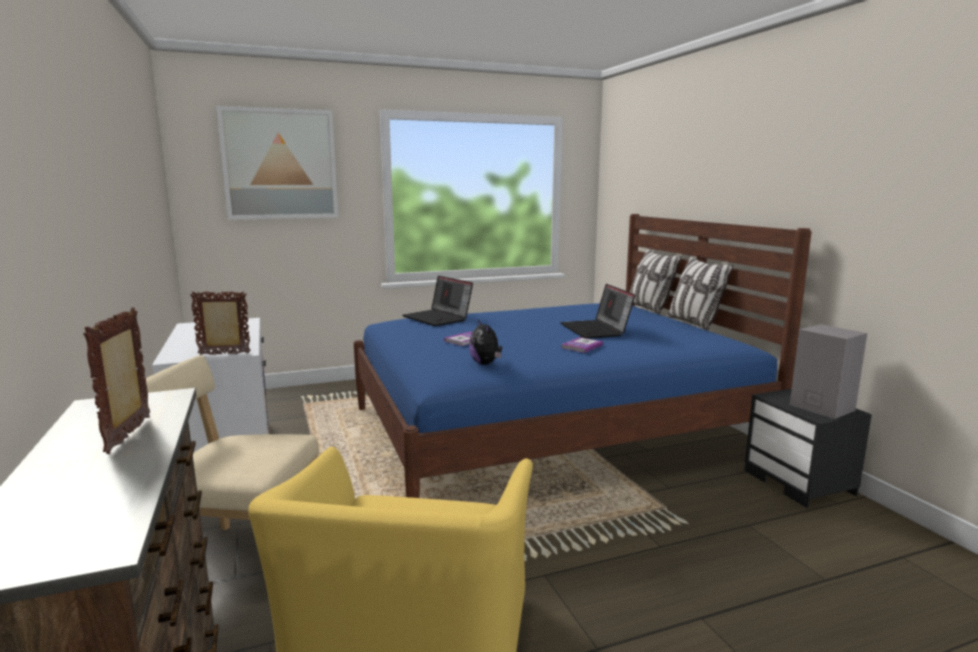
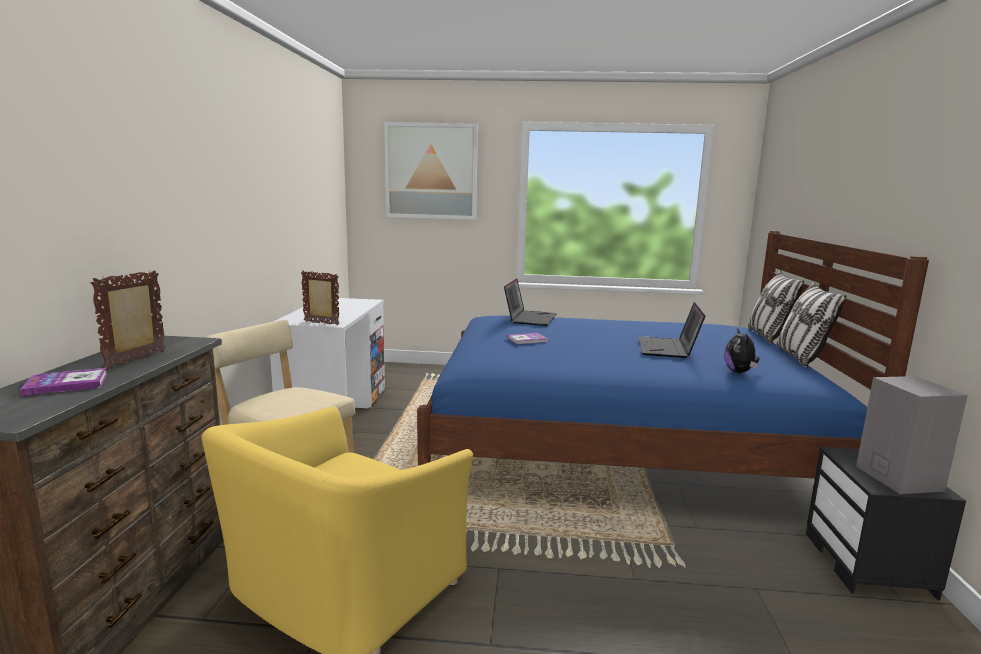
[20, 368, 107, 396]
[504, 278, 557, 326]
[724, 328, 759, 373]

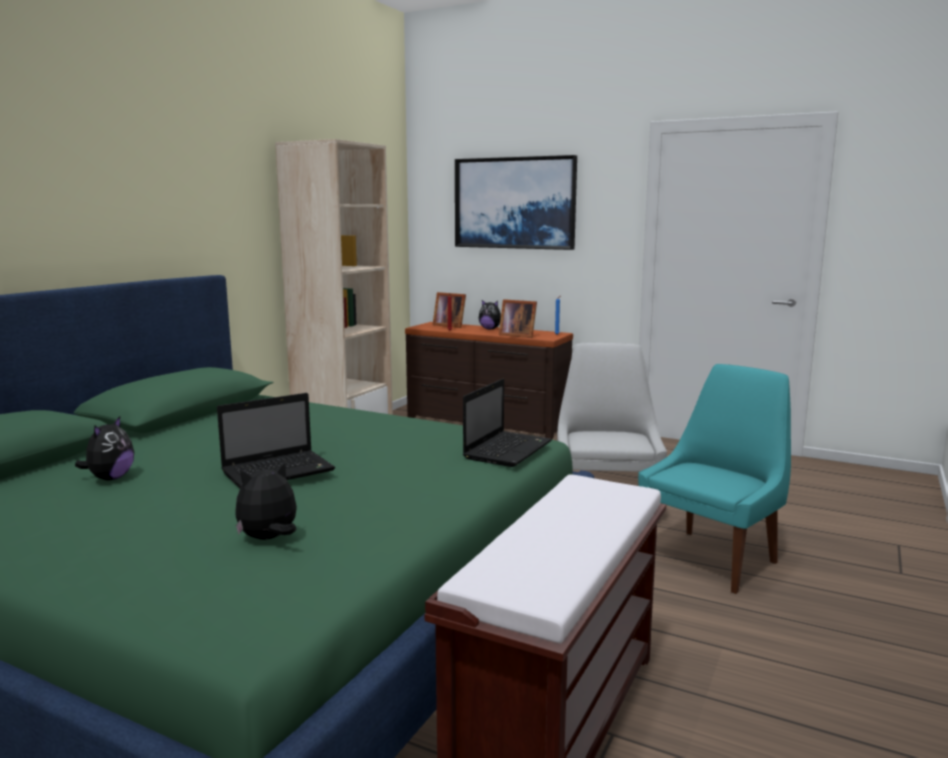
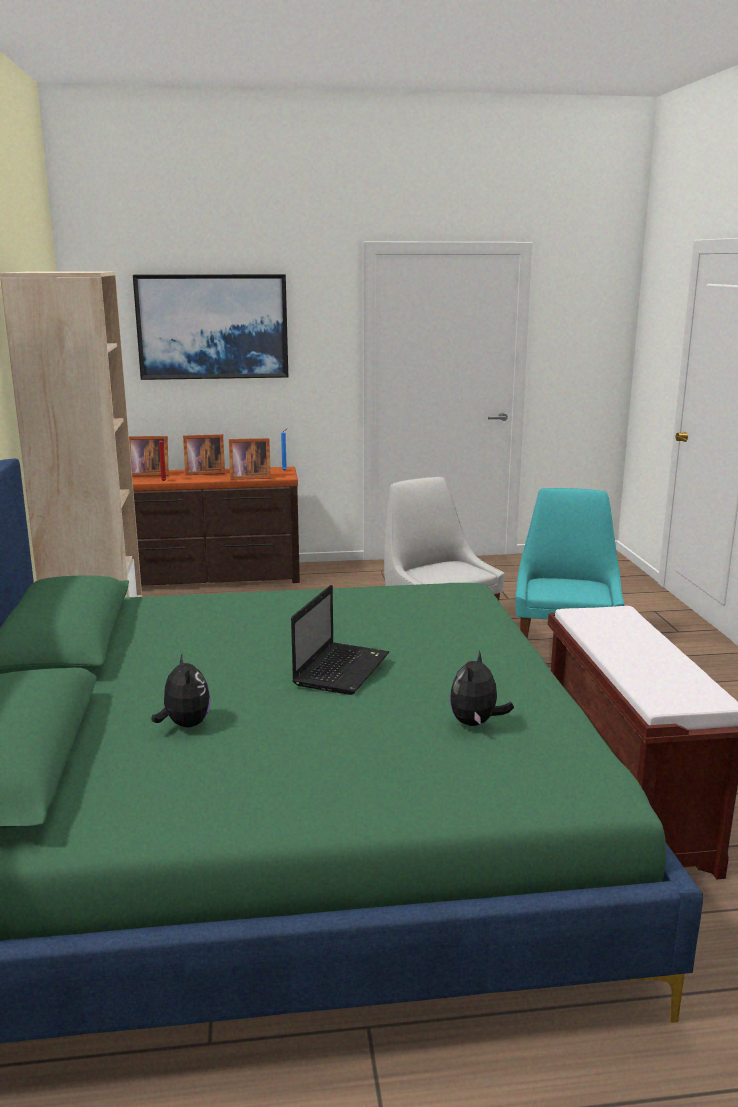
[183, 434, 225, 475]
[463, 379, 552, 467] (first image)

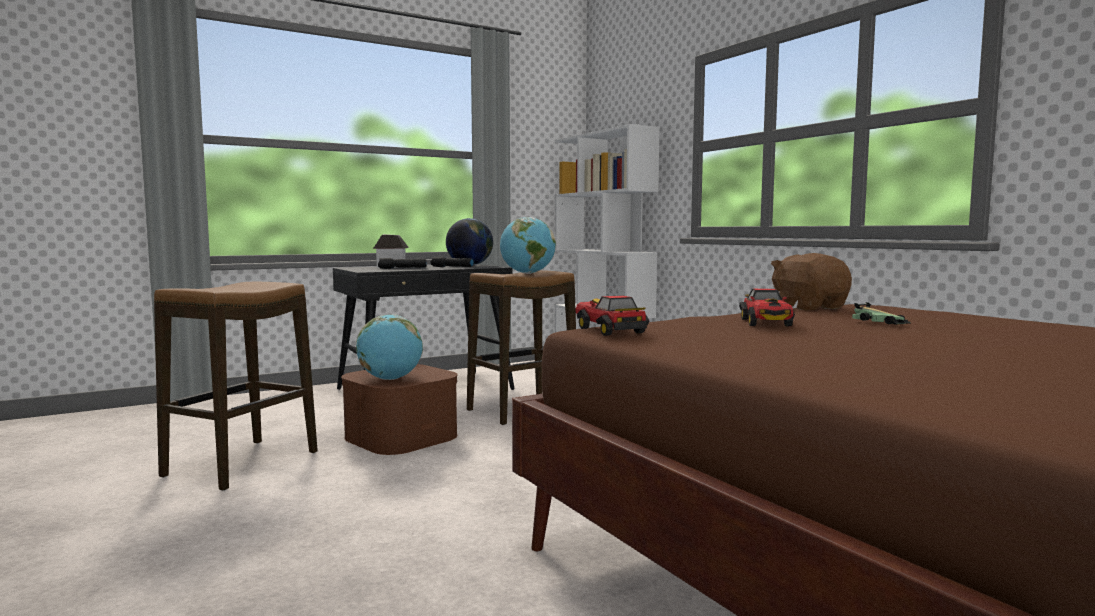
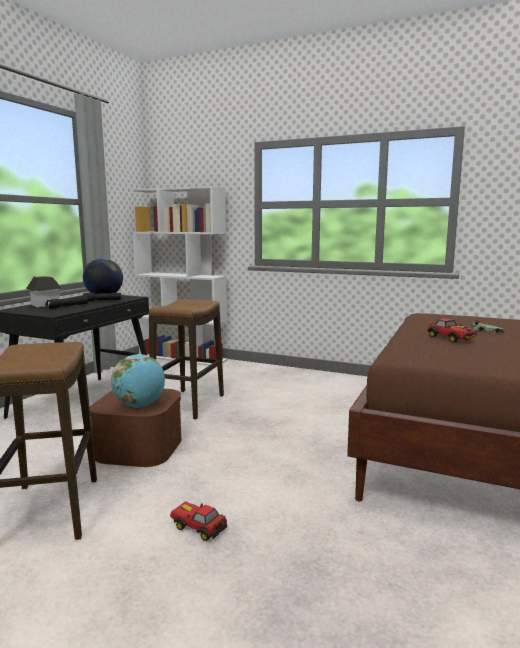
[170, 501, 227, 541]
[500, 217, 556, 274] (first image)
[771, 253, 852, 310] (first image)

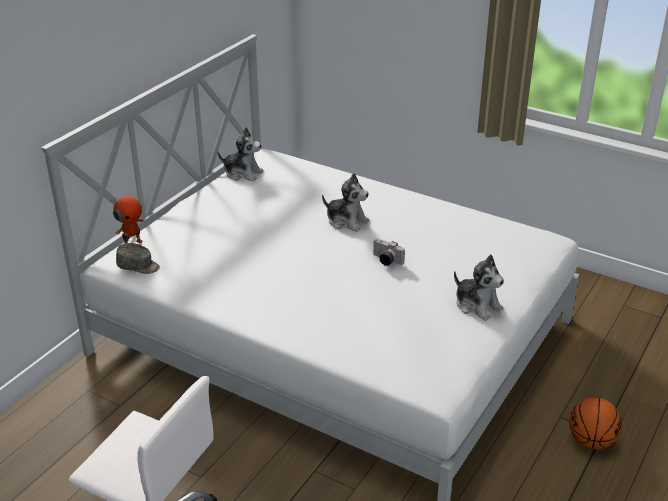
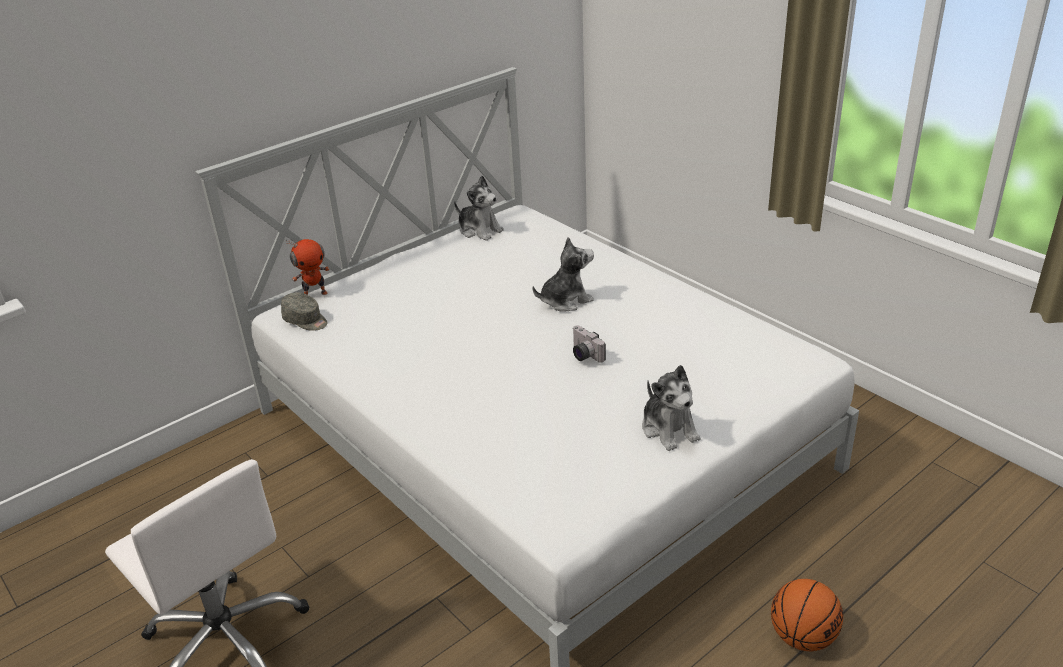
[533, 237, 594, 312]

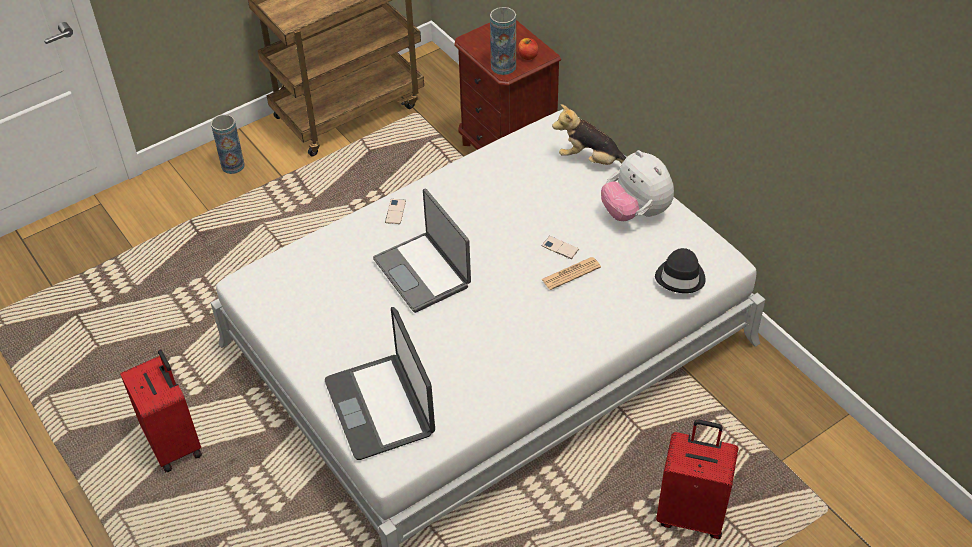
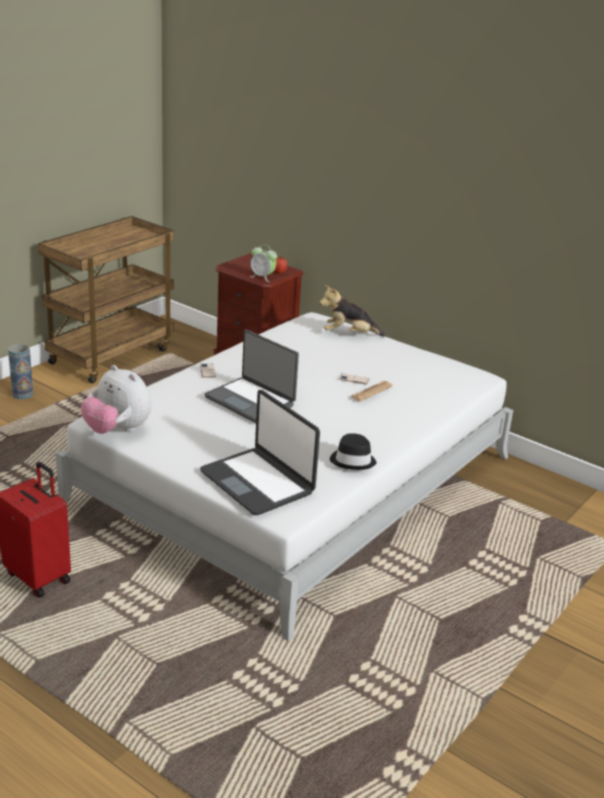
[81, 365, 151, 434]
[250, 244, 277, 282]
[330, 433, 376, 470]
[656, 420, 738, 539] (first image)

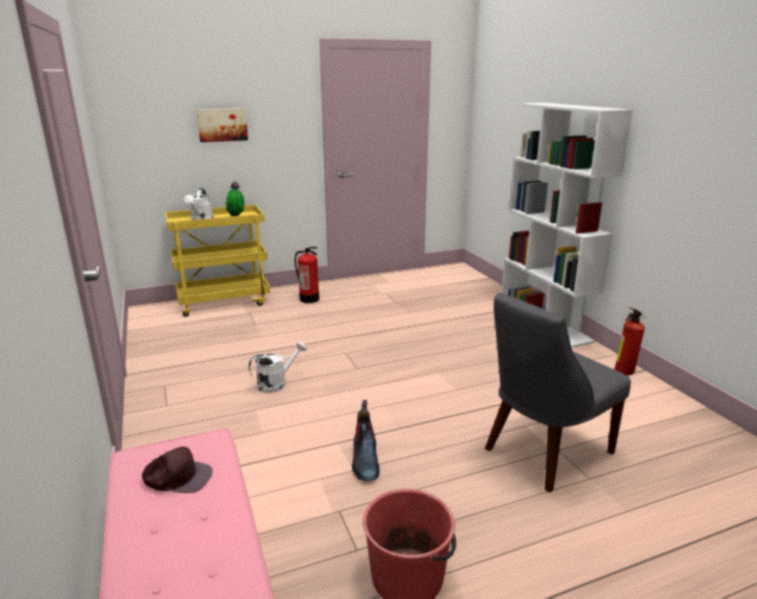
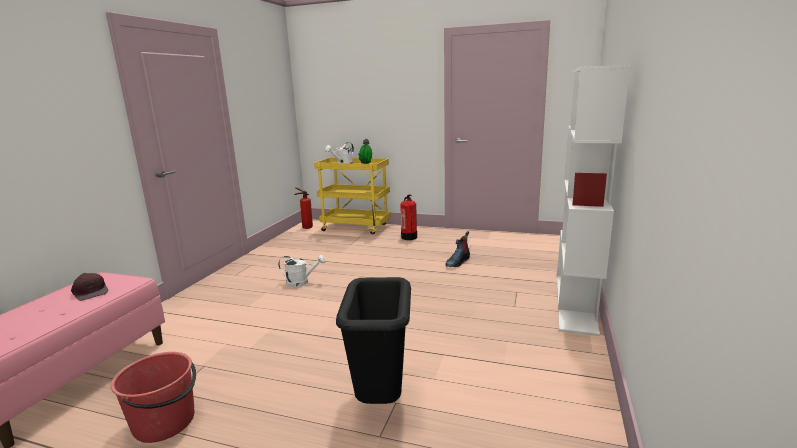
[295, 187, 313, 229]
[336, 277, 411, 404]
[446, 231, 470, 267]
[196, 108, 248, 142] (first image)

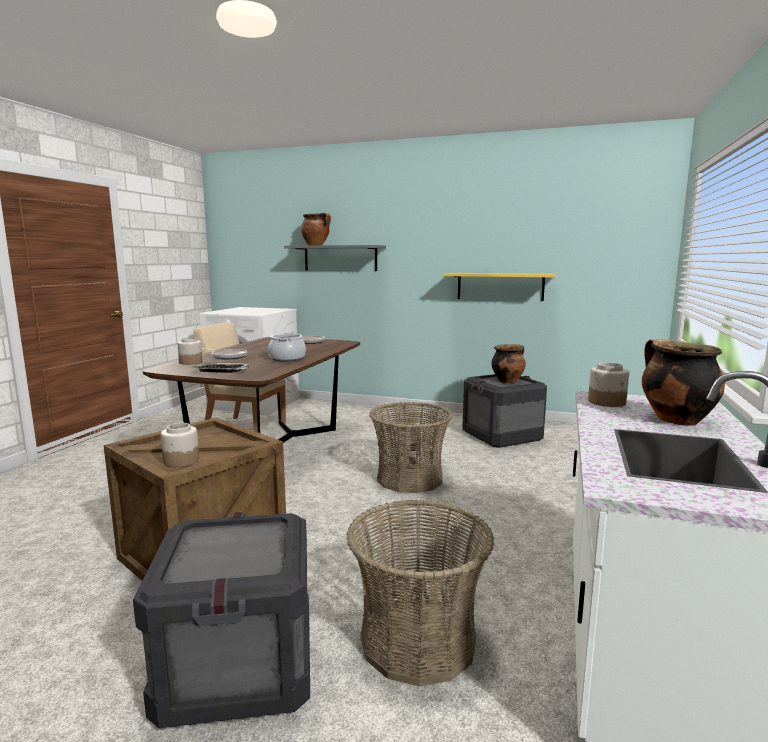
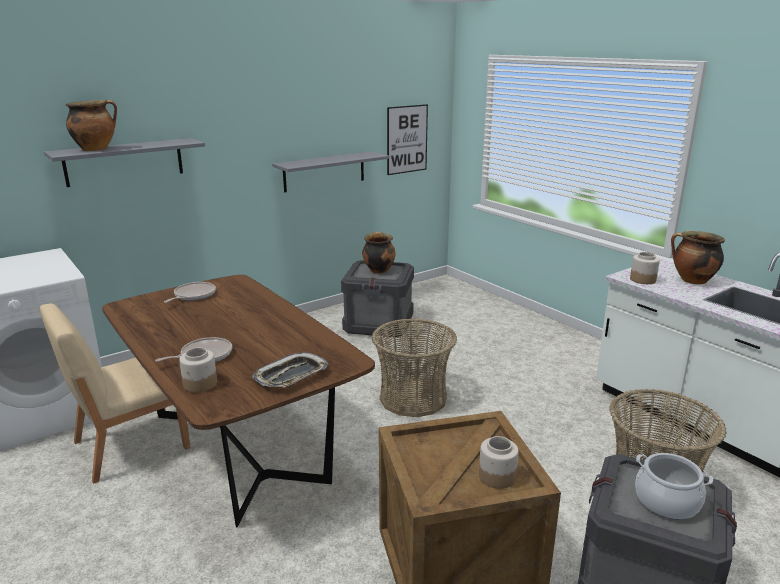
[272, 151, 390, 192]
[387, 104, 428, 175]
[635, 453, 713, 520]

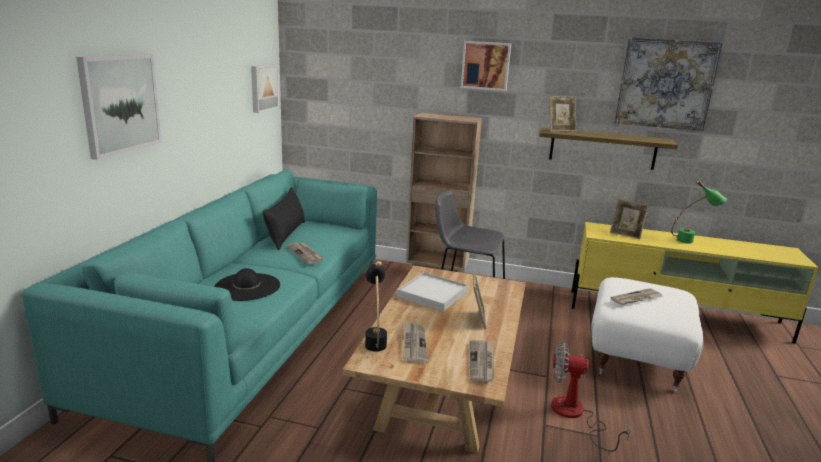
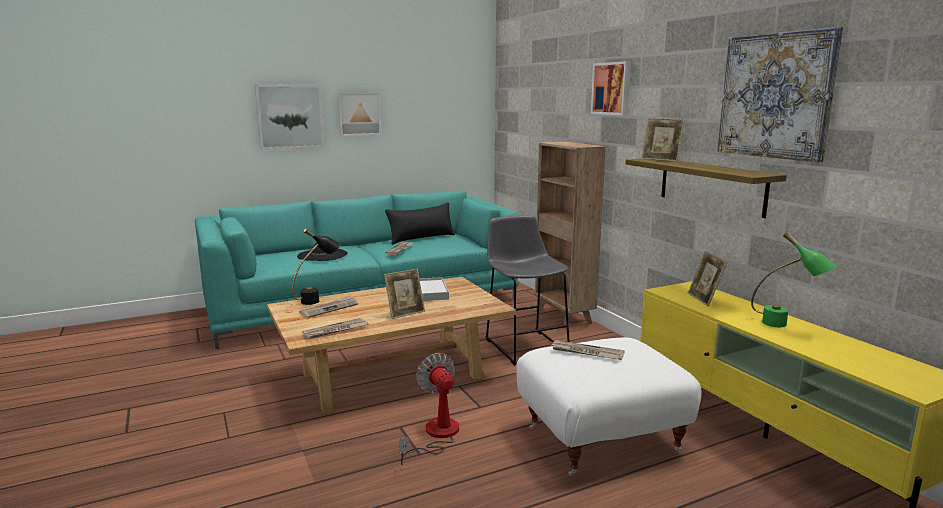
[338, 93, 381, 136]

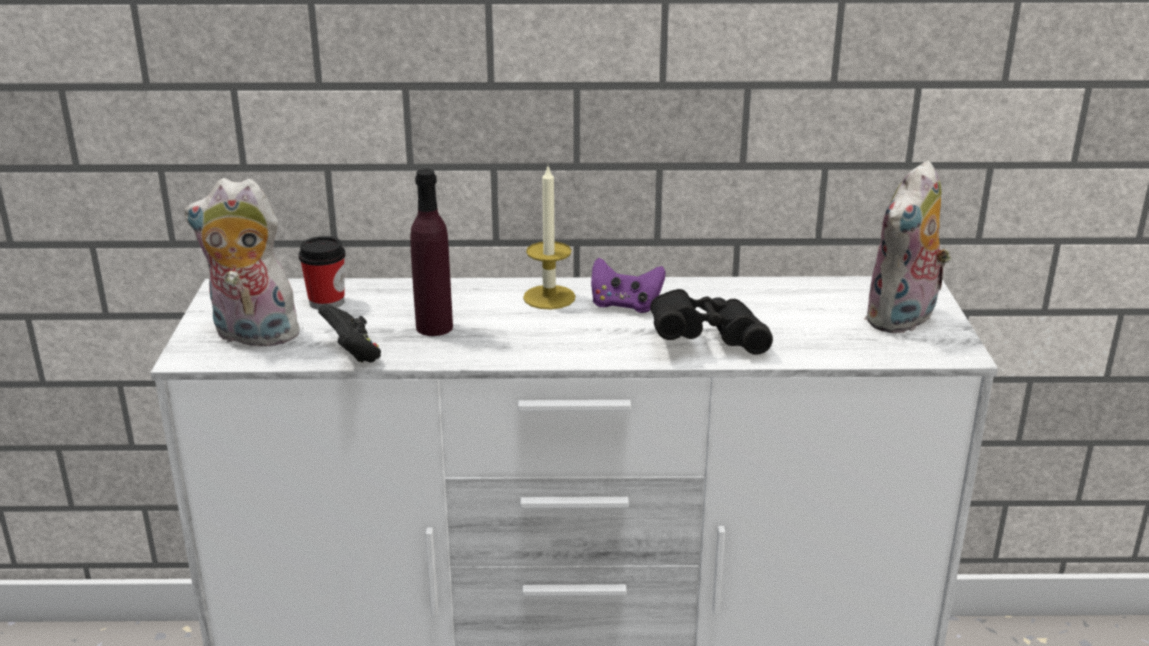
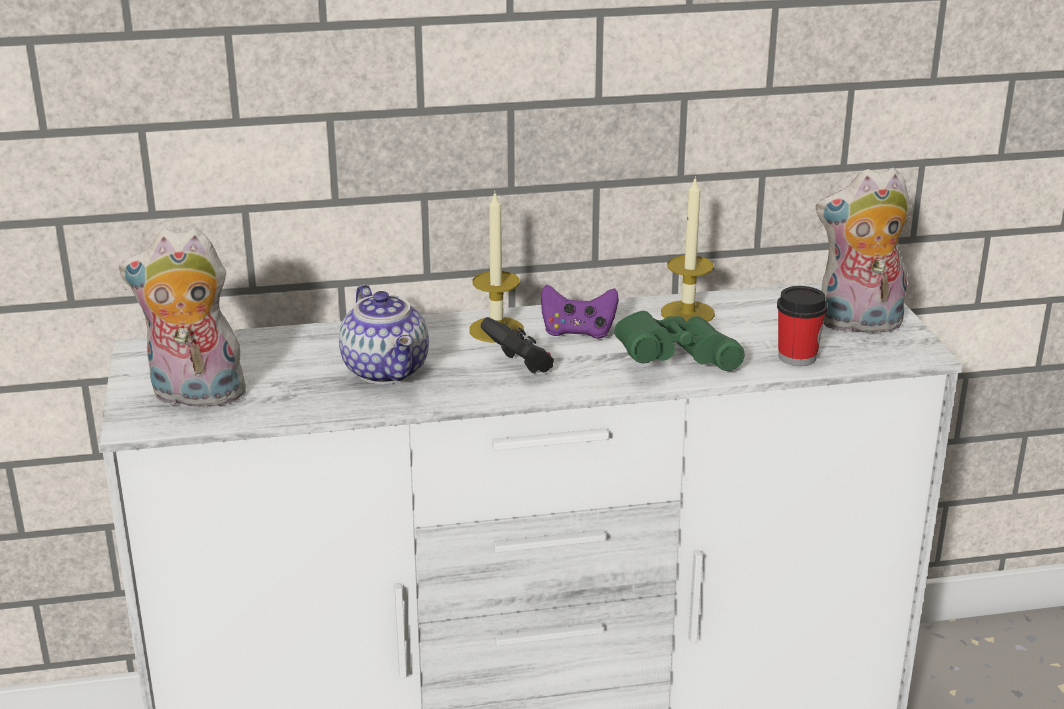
[339, 284, 429, 384]
[481, 317, 554, 374]
[614, 311, 745, 371]
[661, 176, 715, 322]
[777, 286, 828, 366]
[816, 167, 912, 333]

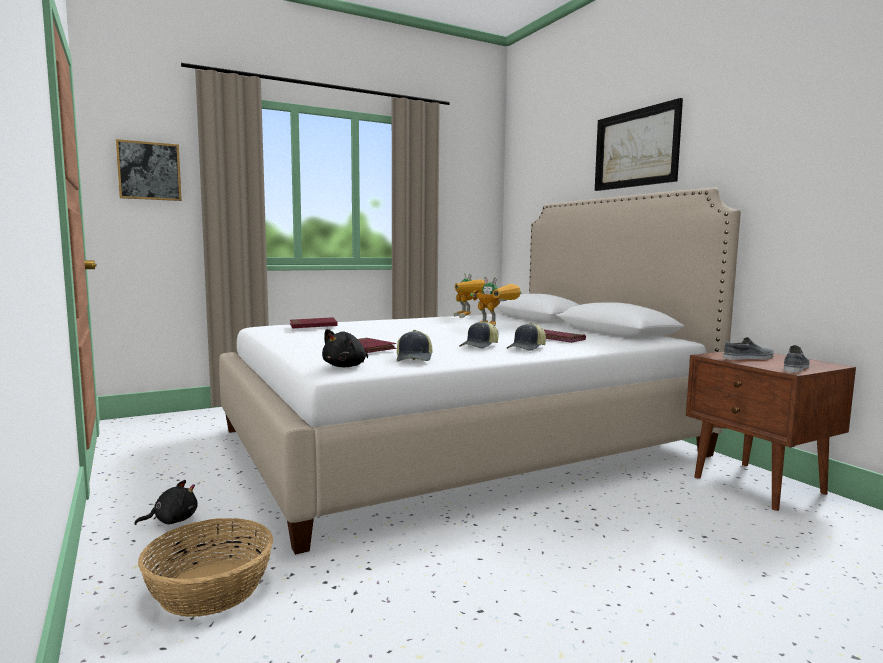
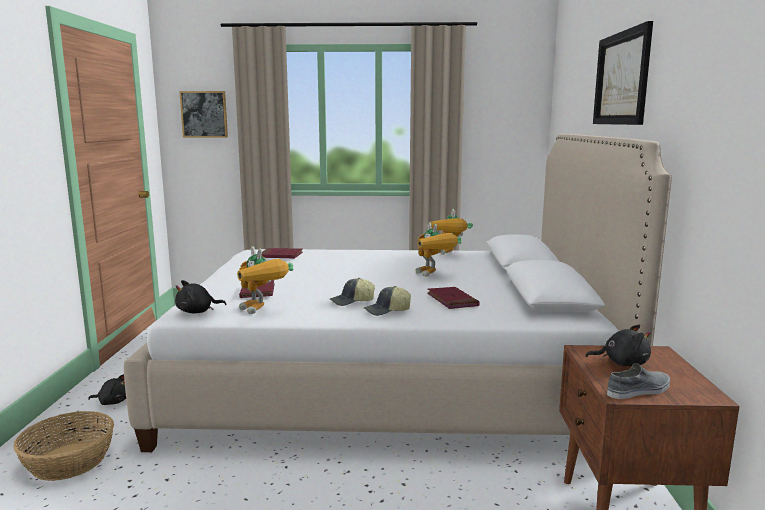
[237, 246, 294, 314]
[585, 325, 651, 366]

